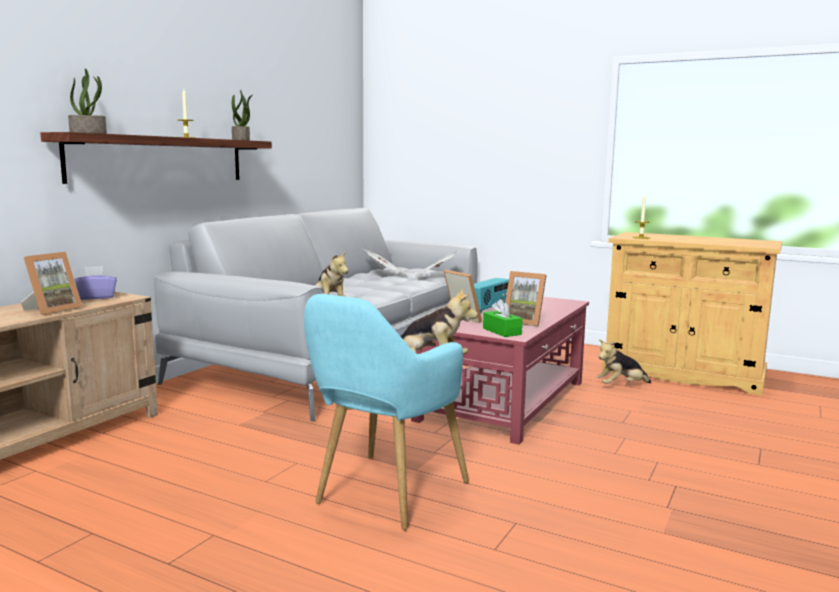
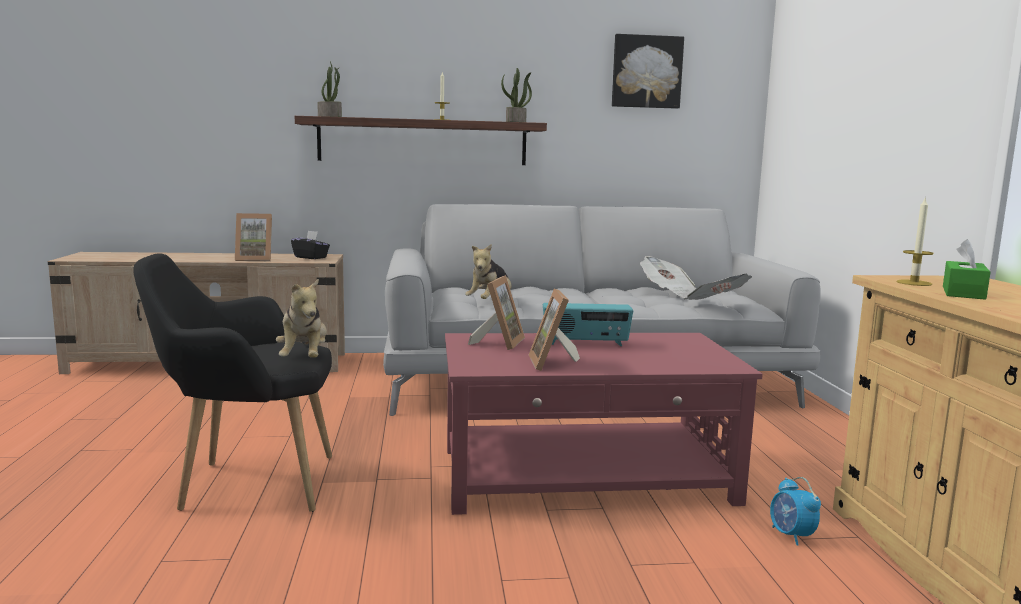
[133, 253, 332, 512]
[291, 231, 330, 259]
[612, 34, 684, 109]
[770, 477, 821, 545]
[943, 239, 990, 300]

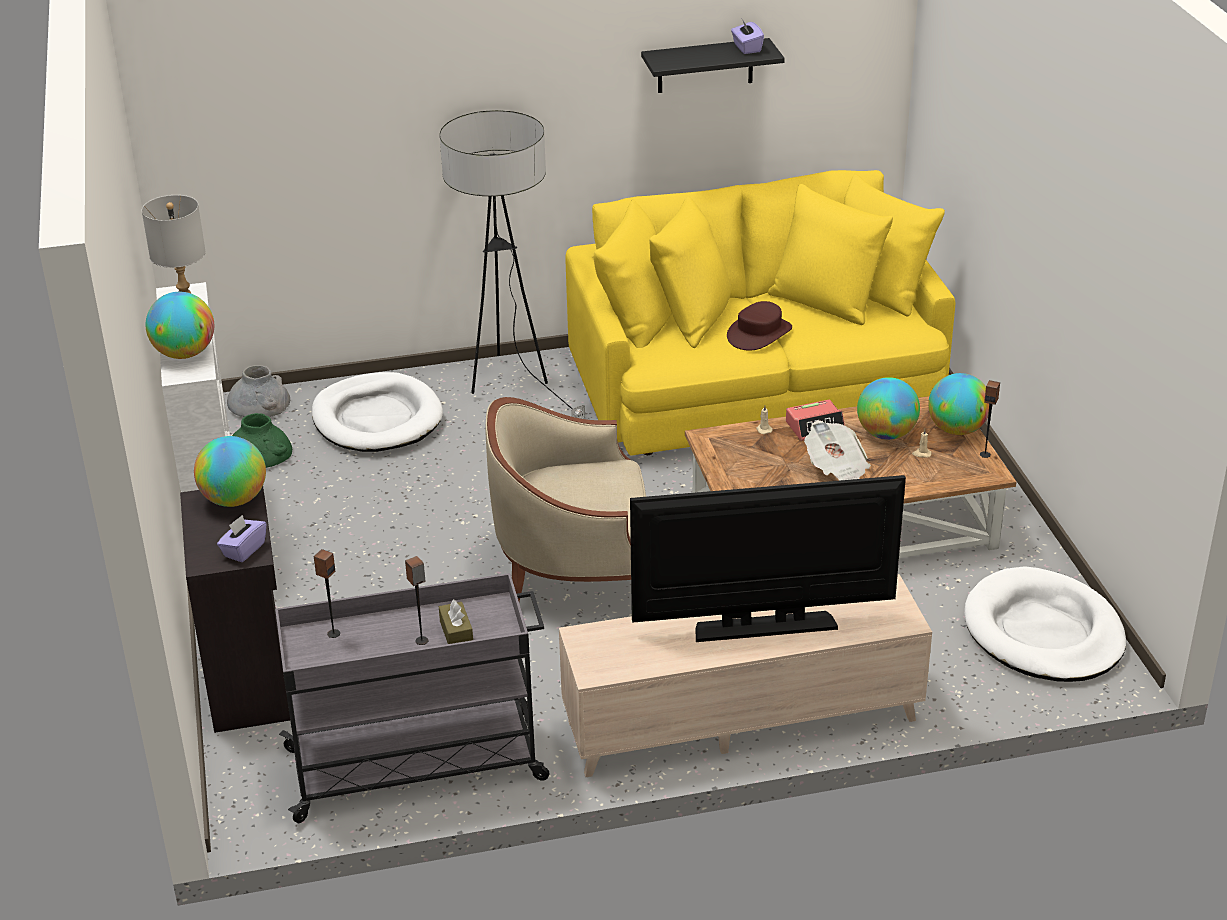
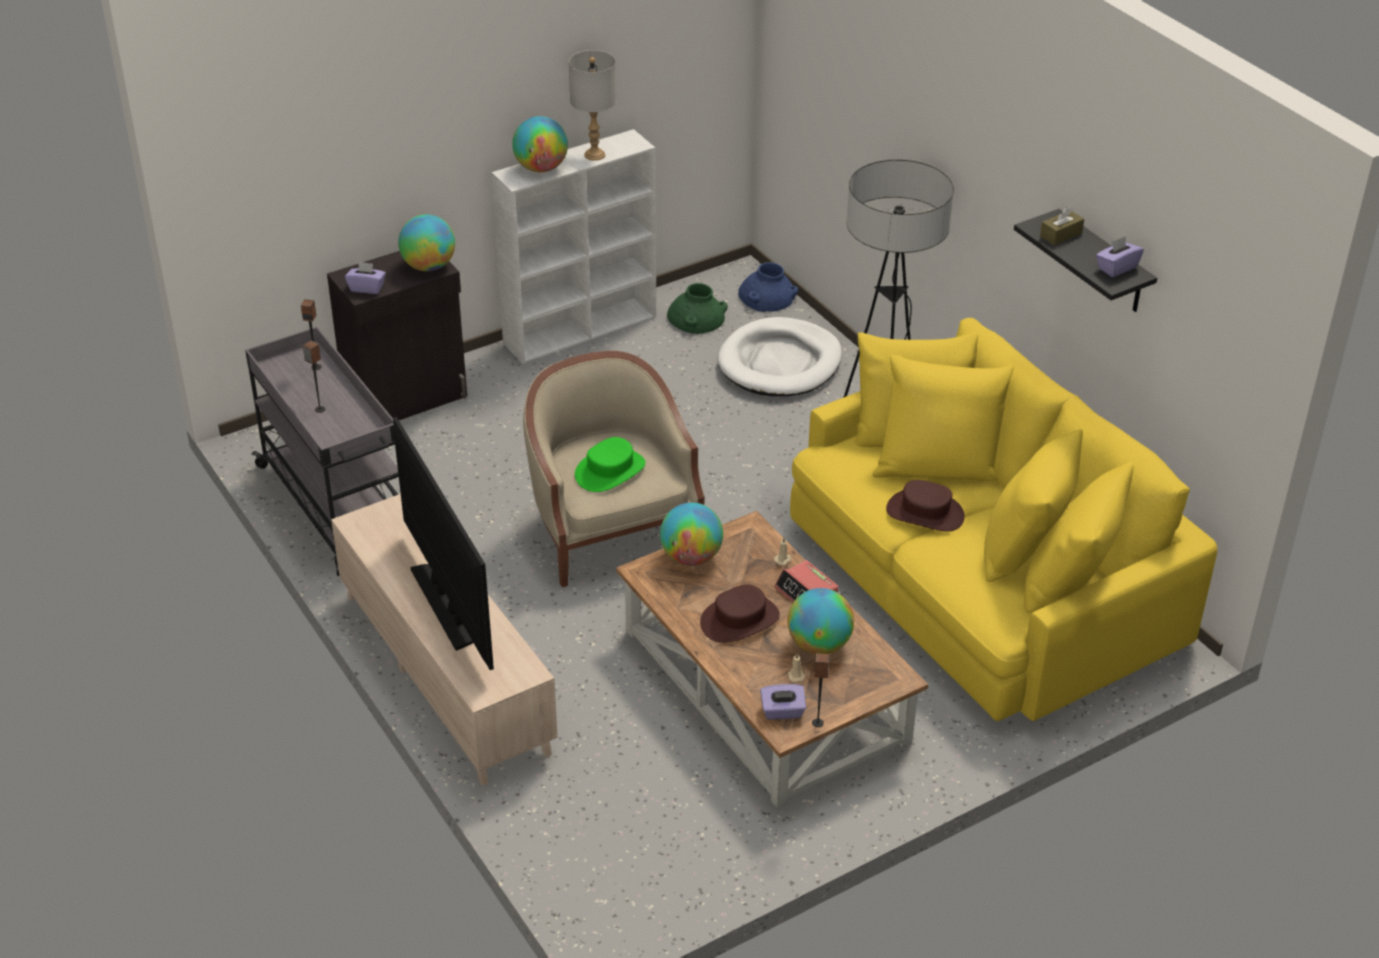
[575, 437, 646, 492]
[660, 502, 723, 566]
[700, 585, 780, 643]
[738, 262, 798, 312]
[760, 684, 806, 720]
[1040, 206, 1084, 245]
[964, 566, 1126, 682] (first image)

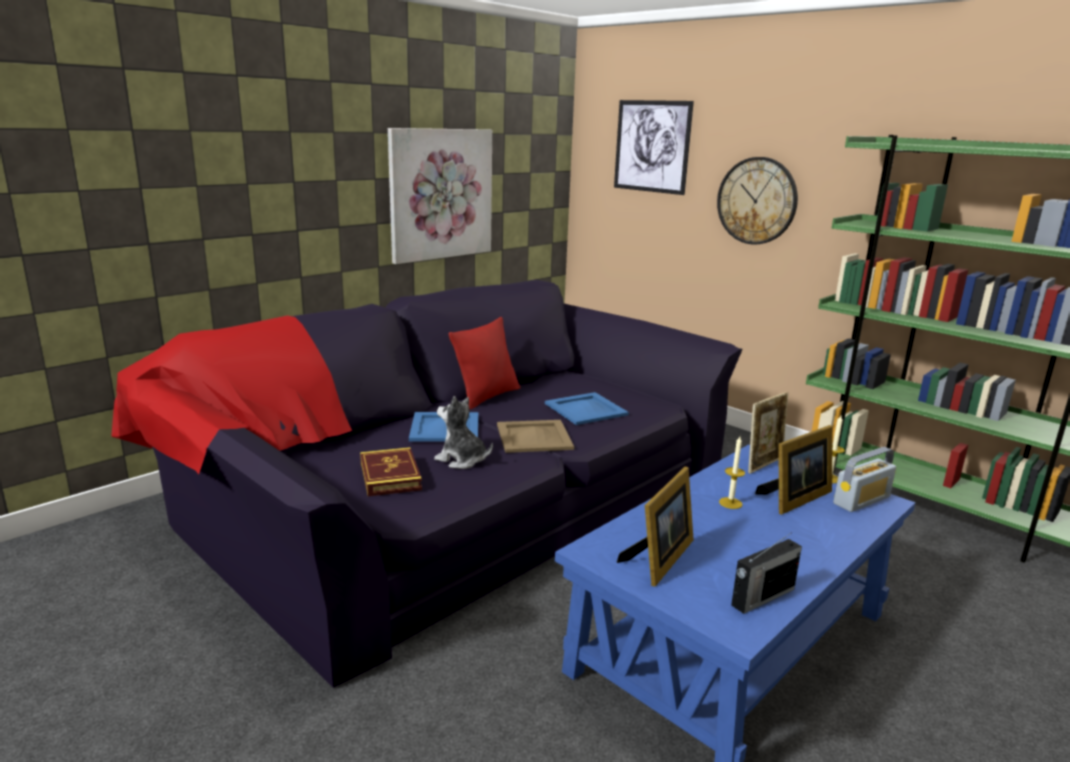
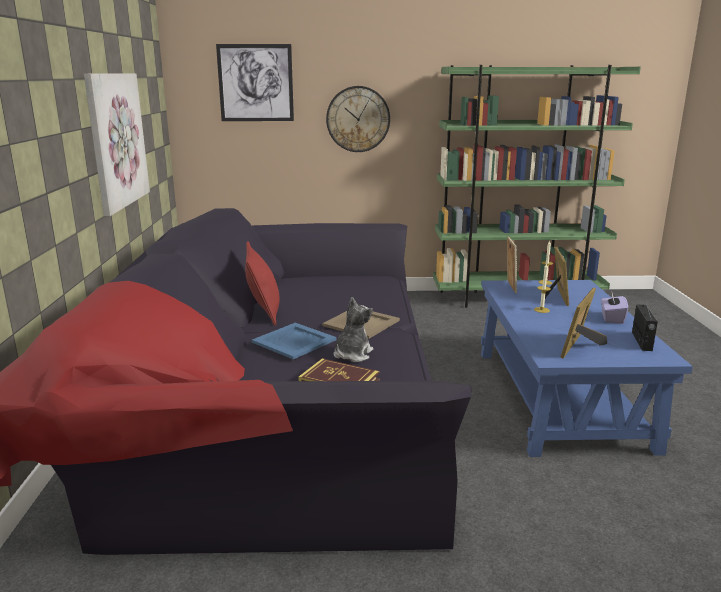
[334, 297, 373, 362]
[561, 288, 607, 358]
[601, 294, 628, 324]
[545, 392, 629, 425] (first image)
[833, 447, 896, 512] (first image)

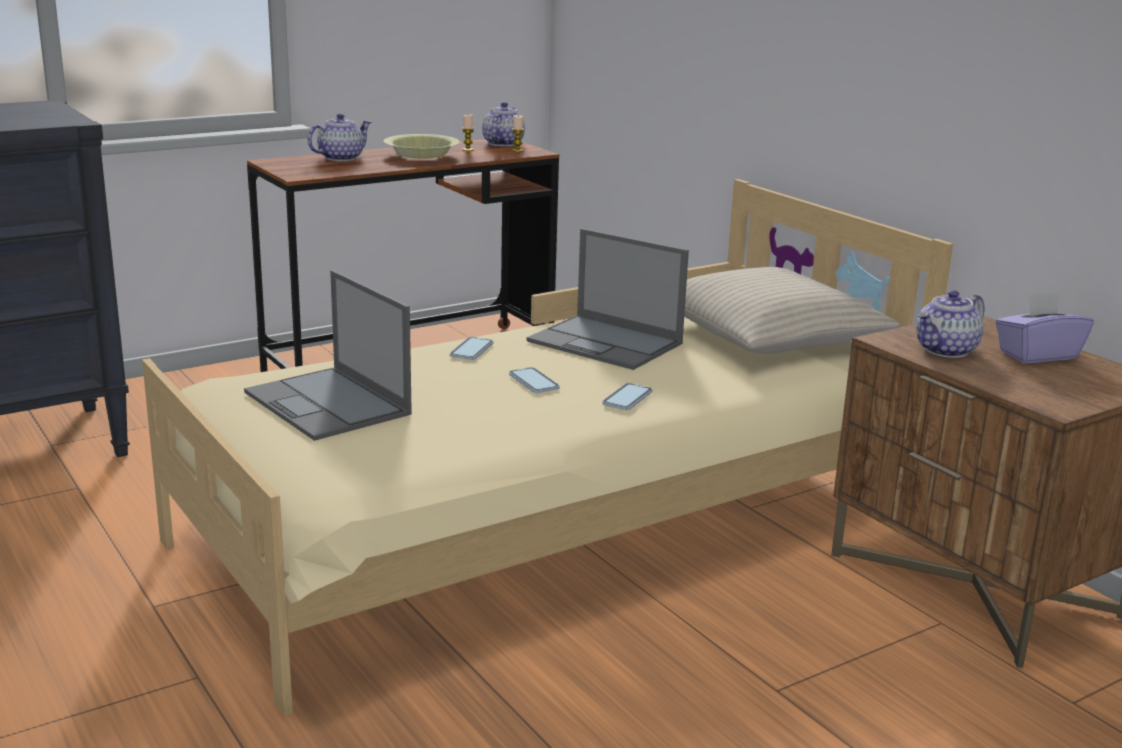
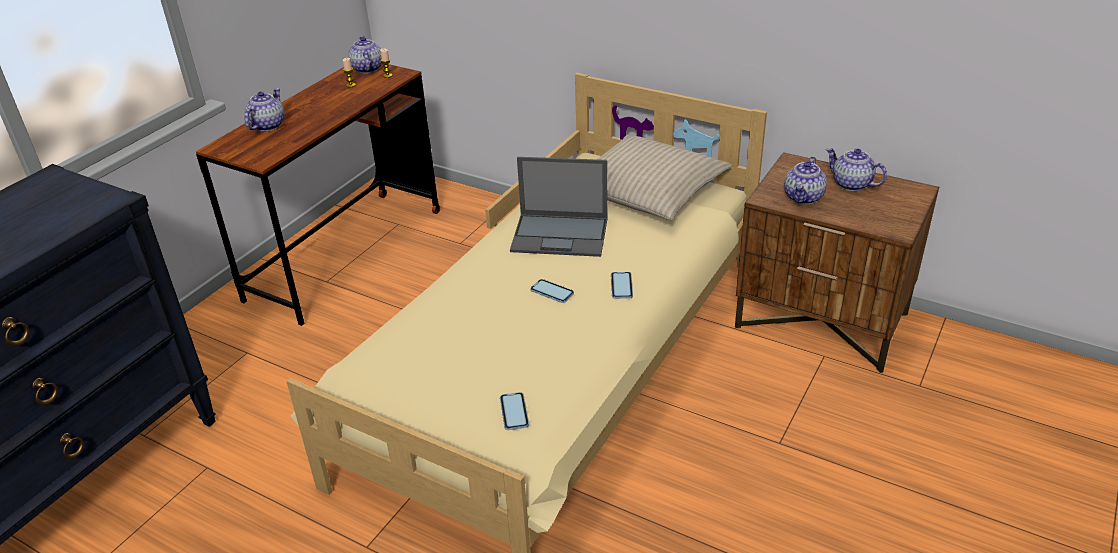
[500, 392, 529, 430]
[826, 148, 887, 191]
[244, 270, 412, 441] (first image)
[384, 134, 460, 159] (first image)

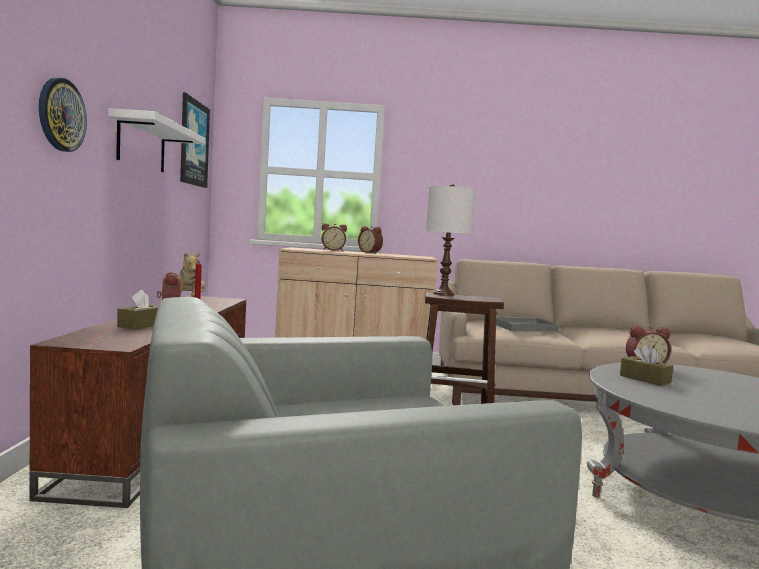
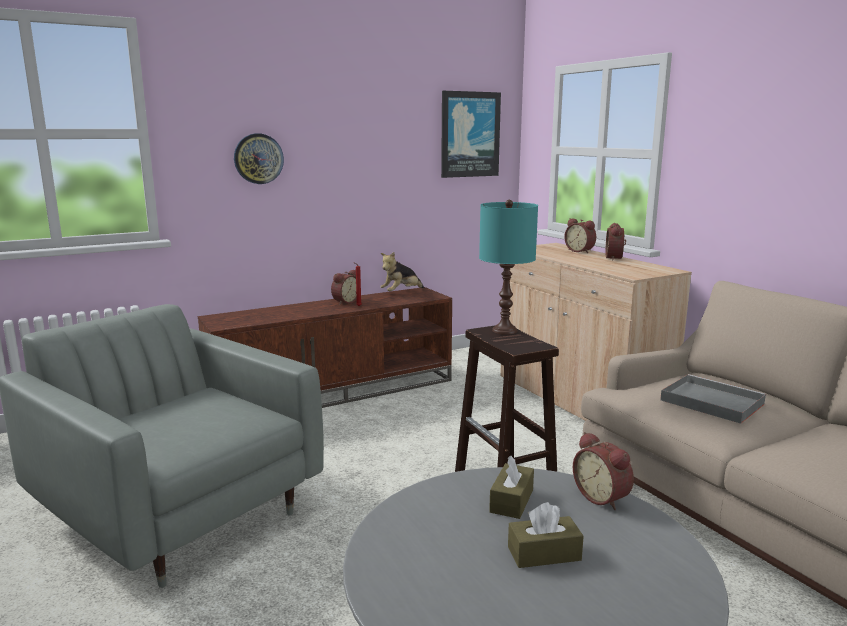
[479, 200, 538, 335]
[508, 502, 584, 568]
[108, 108, 206, 172] (first image)

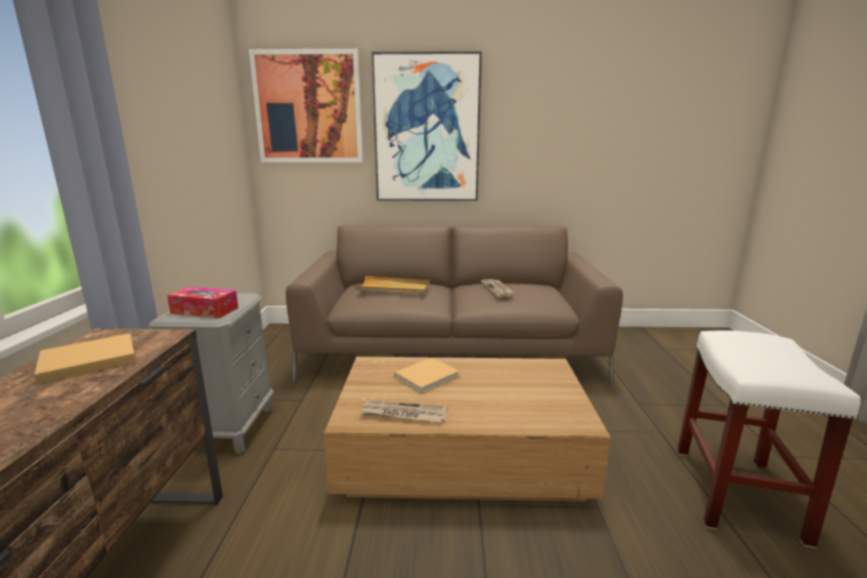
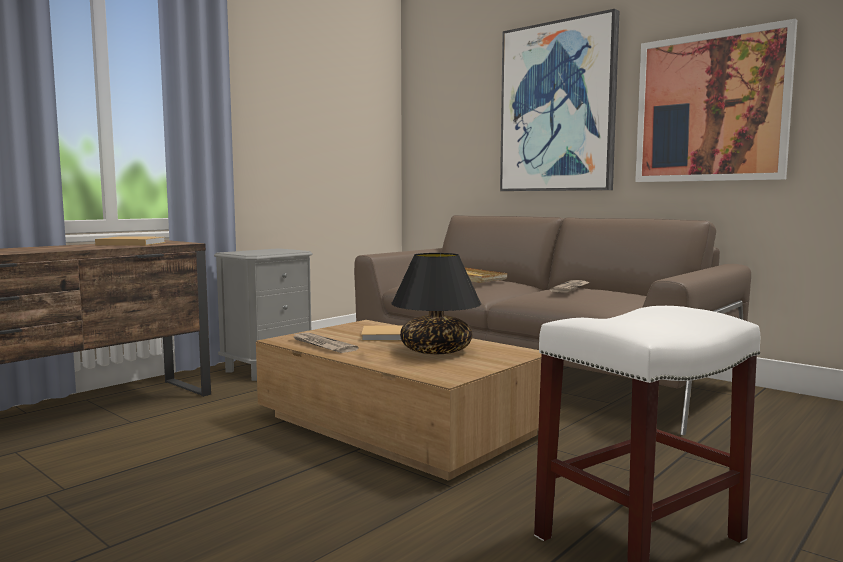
[392, 253, 481, 354]
[635, 18, 797, 182]
[167, 287, 238, 318] (first image)

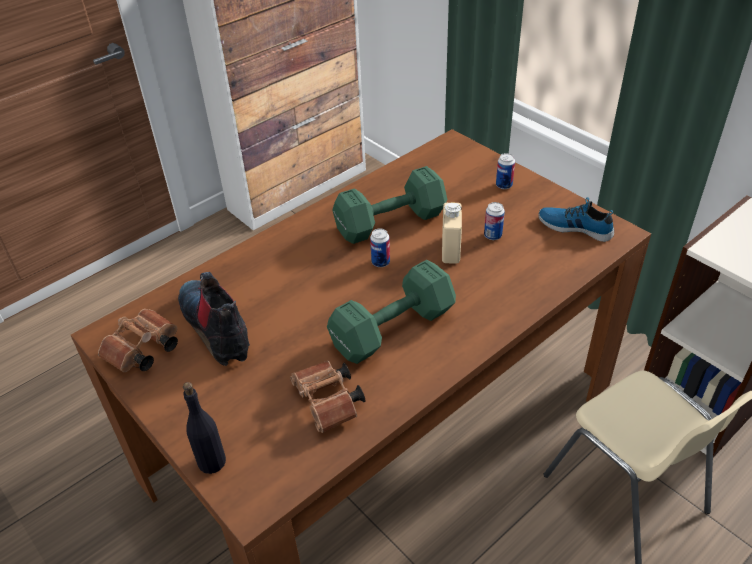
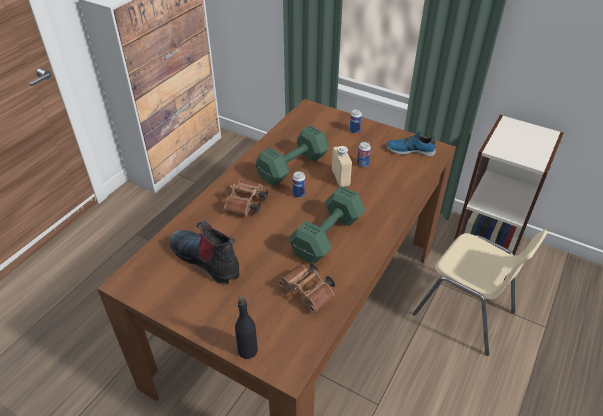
[224, 179, 268, 216]

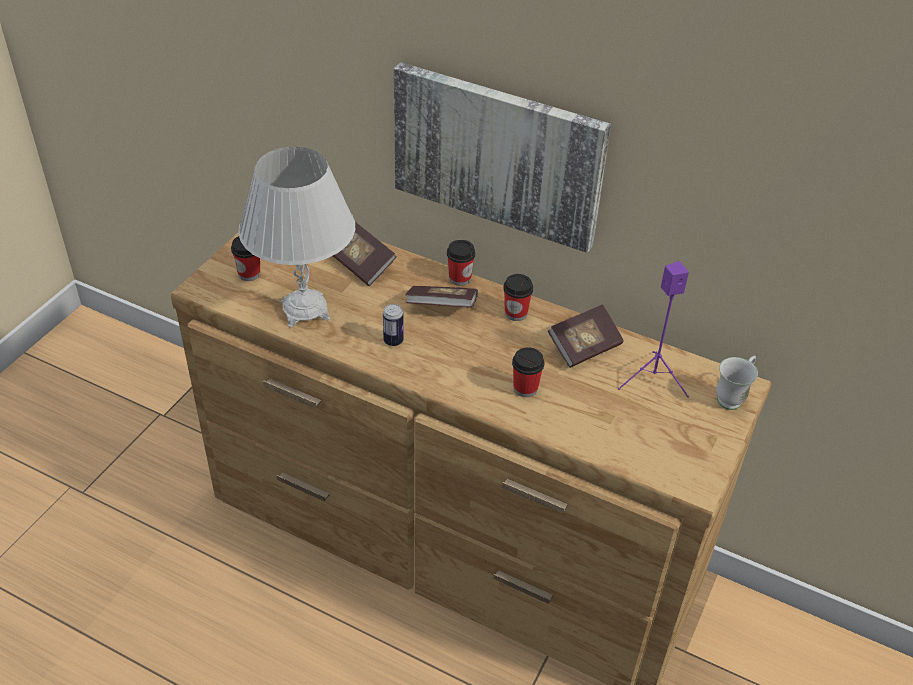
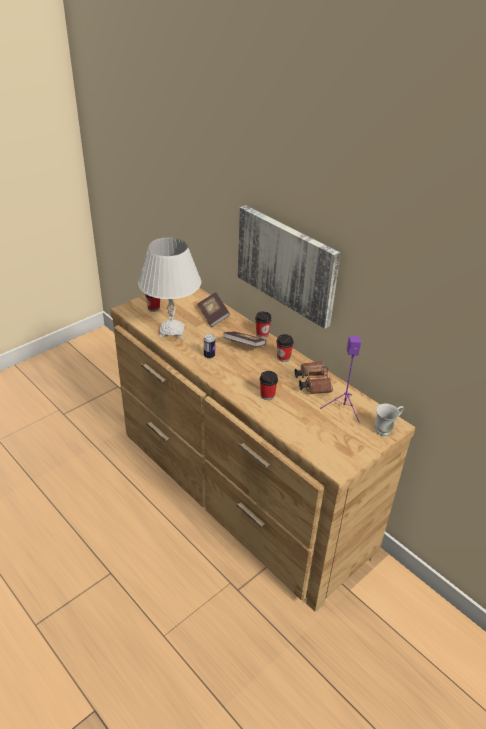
[295, 361, 333, 394]

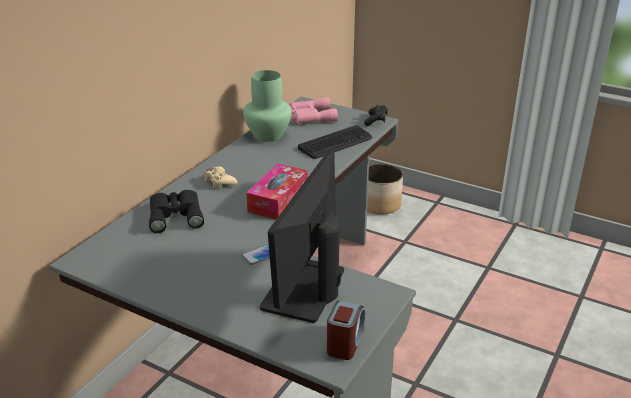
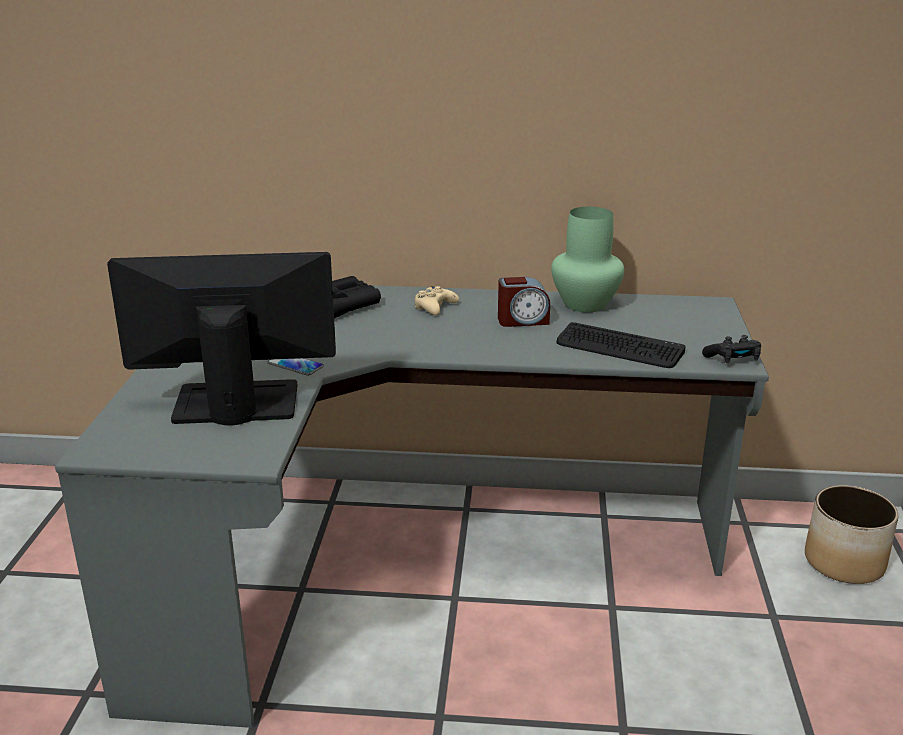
[498, 277, 550, 327]
[247, 164, 307, 220] (first image)
[290, 97, 338, 124] (first image)

